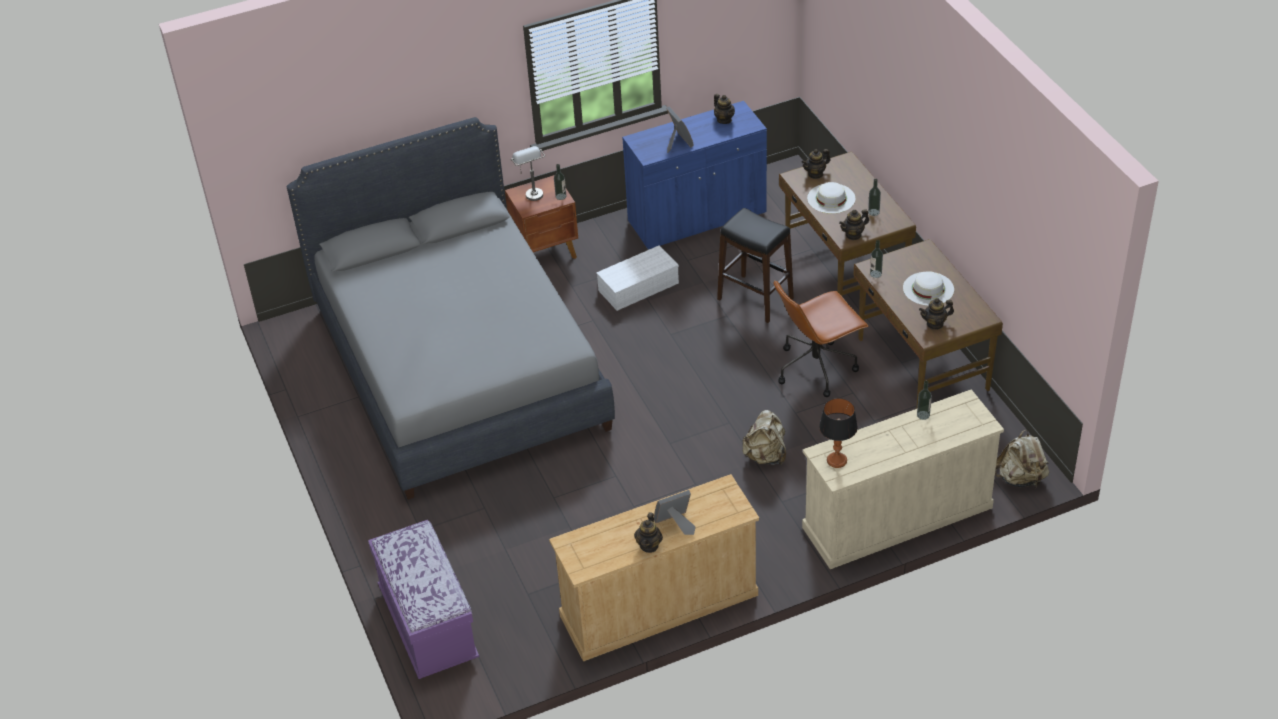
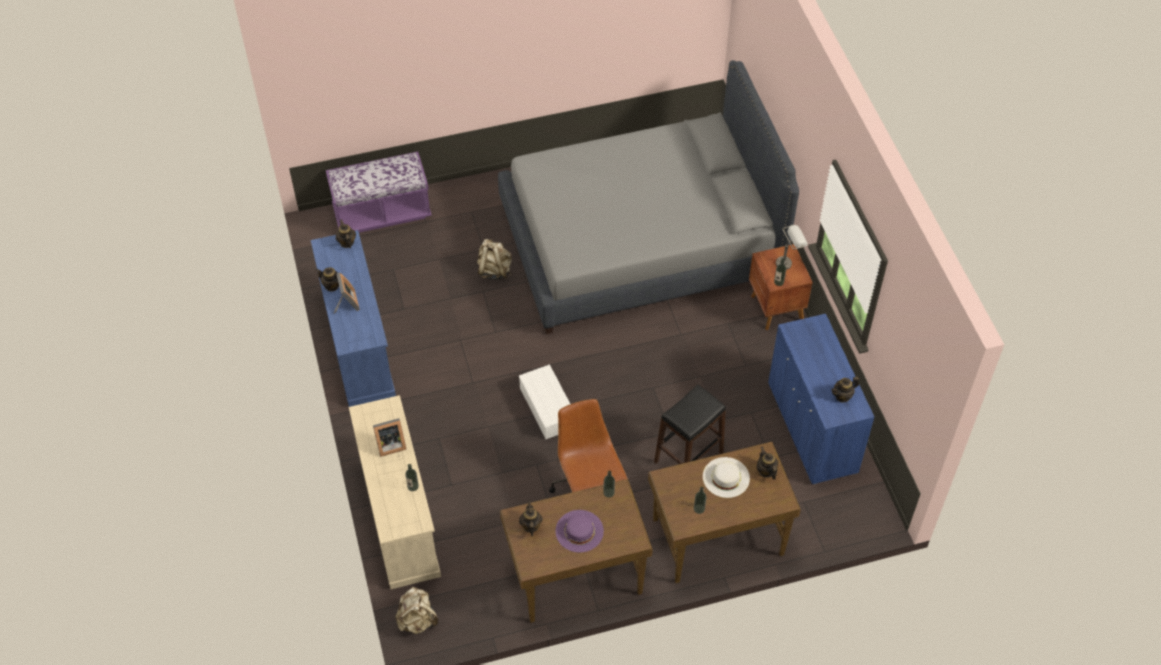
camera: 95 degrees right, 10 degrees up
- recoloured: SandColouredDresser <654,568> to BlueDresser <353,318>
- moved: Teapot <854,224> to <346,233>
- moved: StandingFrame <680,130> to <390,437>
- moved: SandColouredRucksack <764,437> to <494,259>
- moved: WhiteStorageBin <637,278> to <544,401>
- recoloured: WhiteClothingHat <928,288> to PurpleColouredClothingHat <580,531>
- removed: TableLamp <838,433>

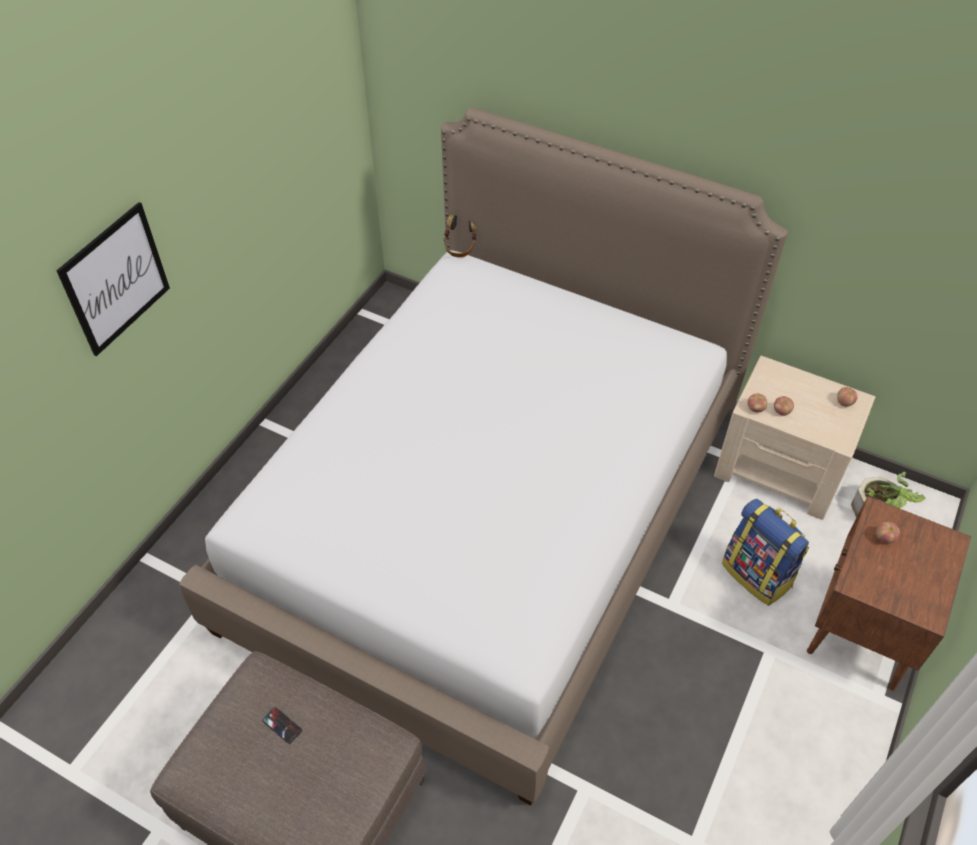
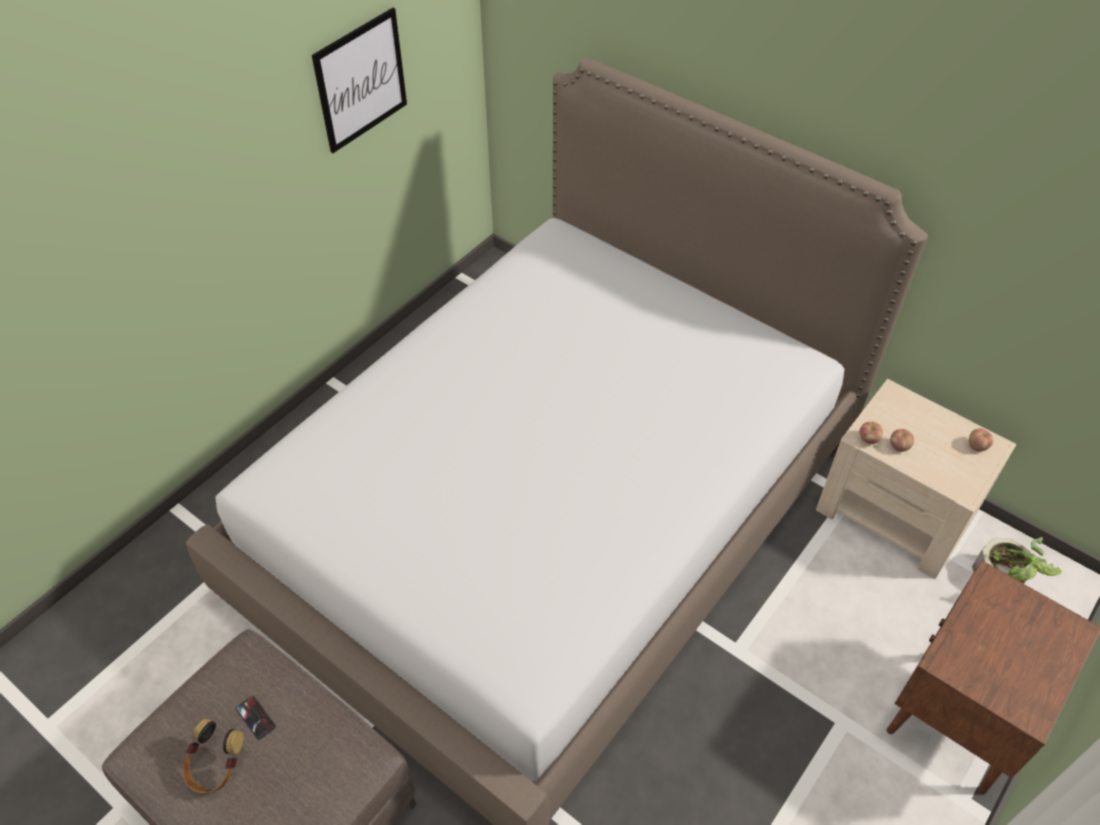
camera: 10 degrees right, 0 degrees up
- moved: PairOfHeadphones <460,236> to <213,755>
- moved: WallArt <113,279> to <359,80>
- removed: Rucksack <765,552>
- removed: WholeApple <888,532>

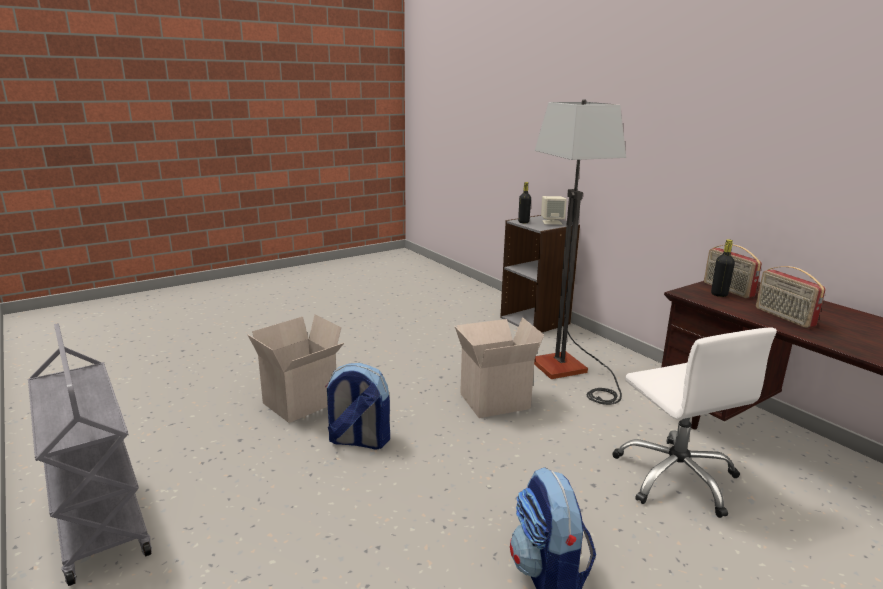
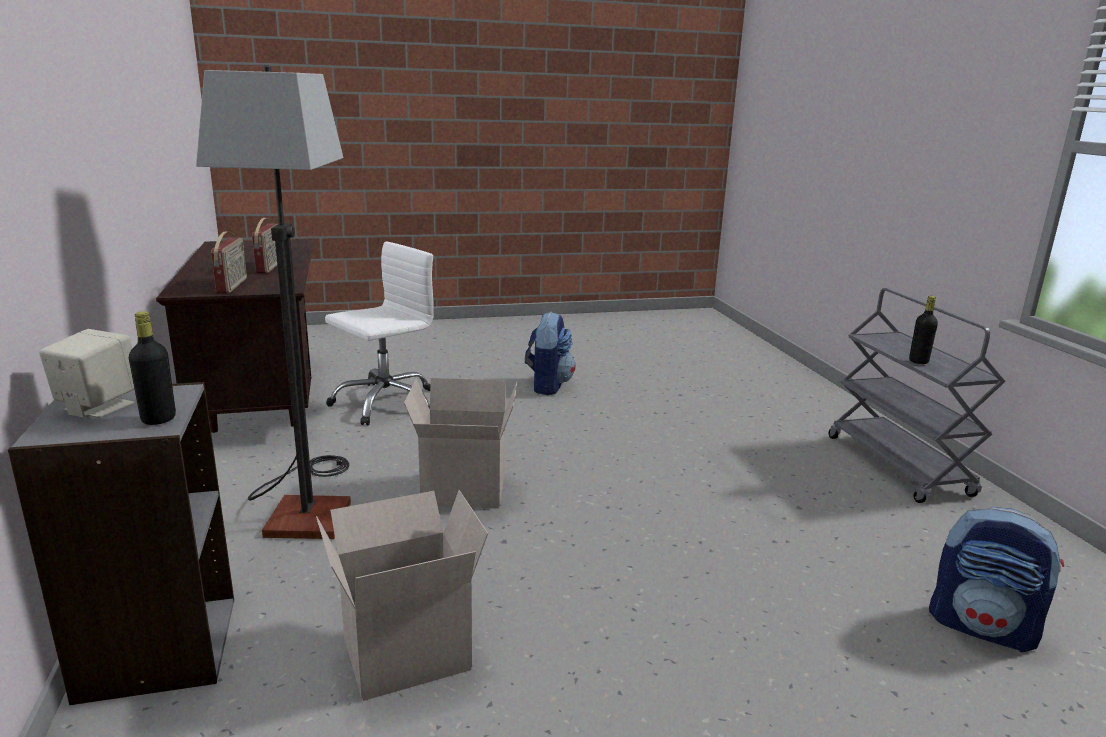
camera: 160 degrees left, 0 degrees up
- moved: CardboardBox <295,368> to <402,595>
- turned: WhiteOfficeChair <694,422> = <379,333> 45 degrees clockwise
- moved: BlackishBottle <723,268> to <923,330>
- moved: Rucksack <357,406> to <996,579>

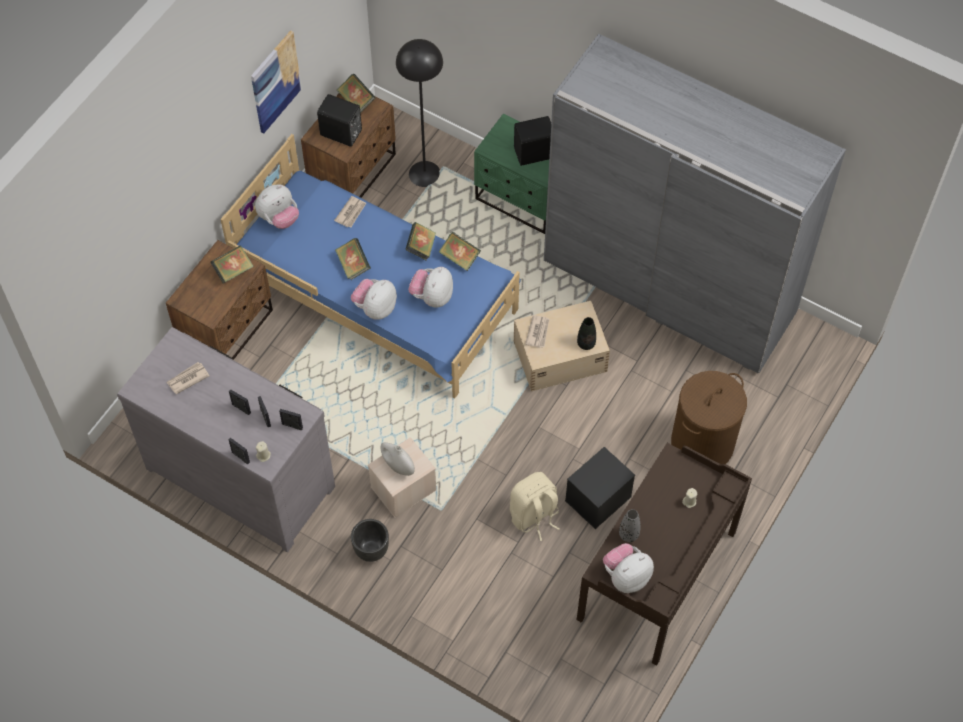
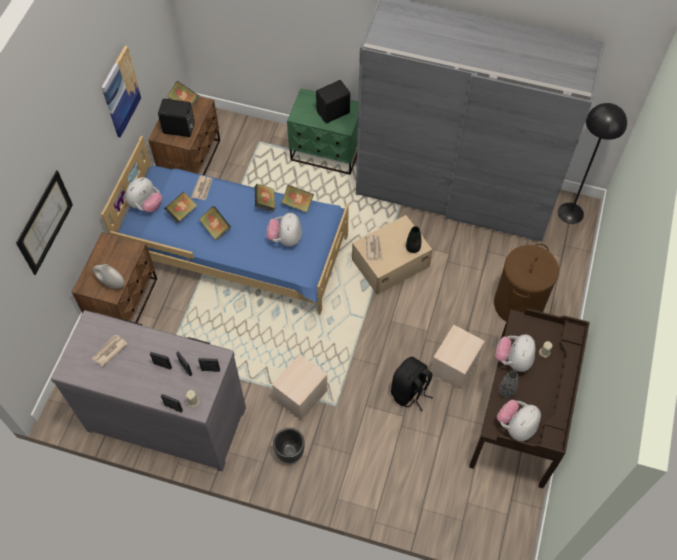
camera: 15 degrees left, 0 degrees up
- added: WallArt <44,222>
- moved: WhiteFlowerVase <397,459> to <109,276>
- moved: Book <232,264> to <180,207>
- recoloured: SandColouredRucksack <535,506> to BlackishRucksack <412,384>
- recoloured: BlackishStorageBin <600,488> to SandColouredStorageBin <458,357>
- moved: SoftToy <374,299> to <515,353>
- moved: BlackishStandingLamp <419,113> to <592,163>

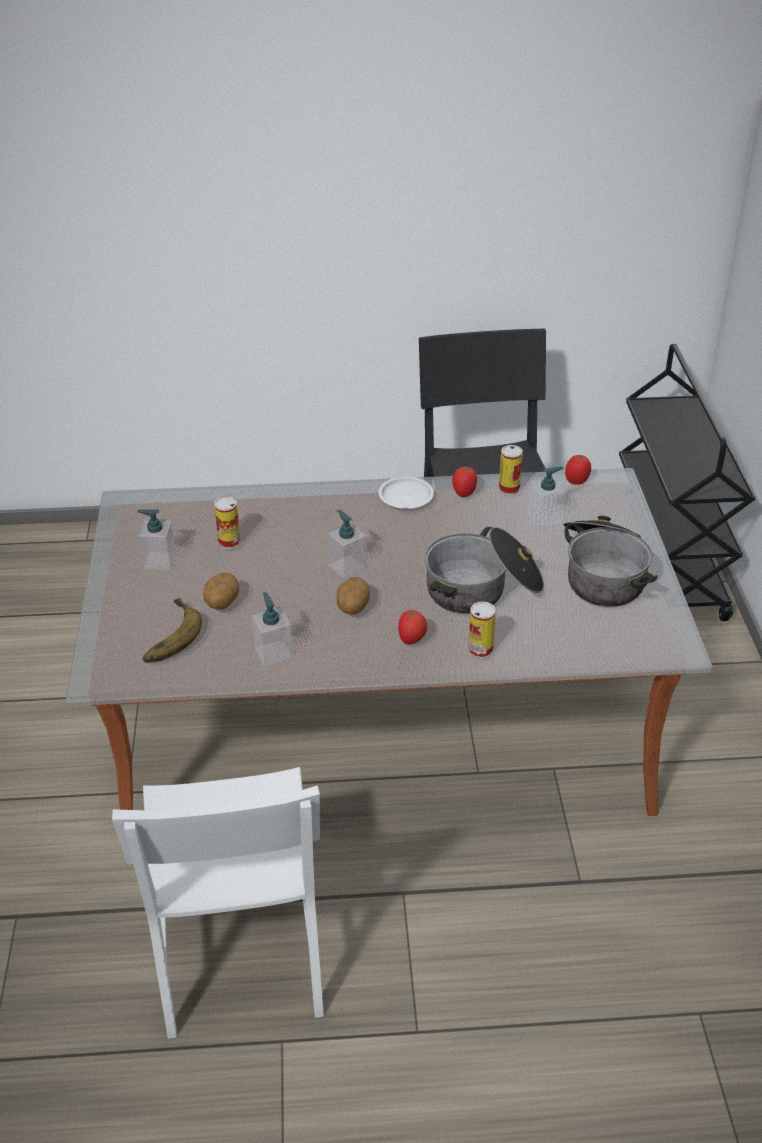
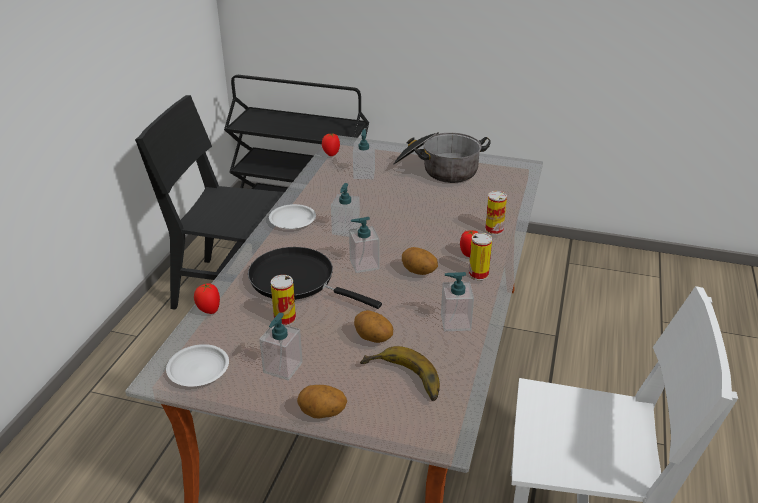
camera: 70 degrees left, 5 degrees down
- added: WhiteFlatDish <197,365>
- moved: FreshTomato <464,482> to <207,298>
- added: BlackishFryingPan <315,278>
- added: Spud <322,401>
- added: SoapDispenser <345,210>
- moved: SealedCan <511,470> to <480,256>
- removed: CookingPot <484,570>

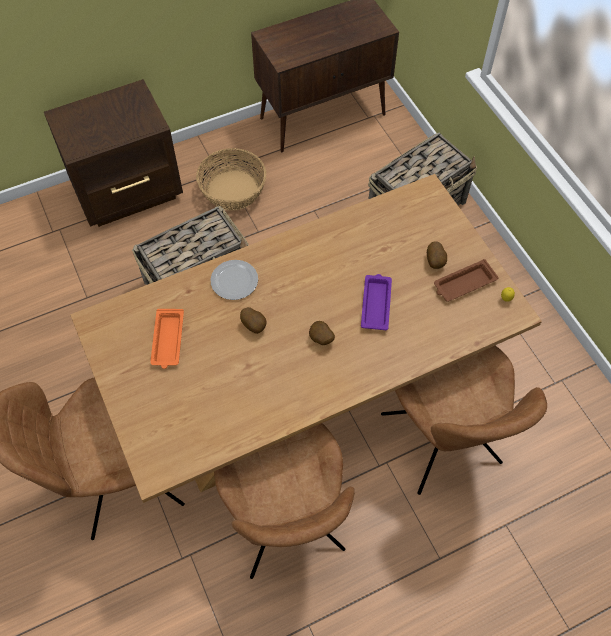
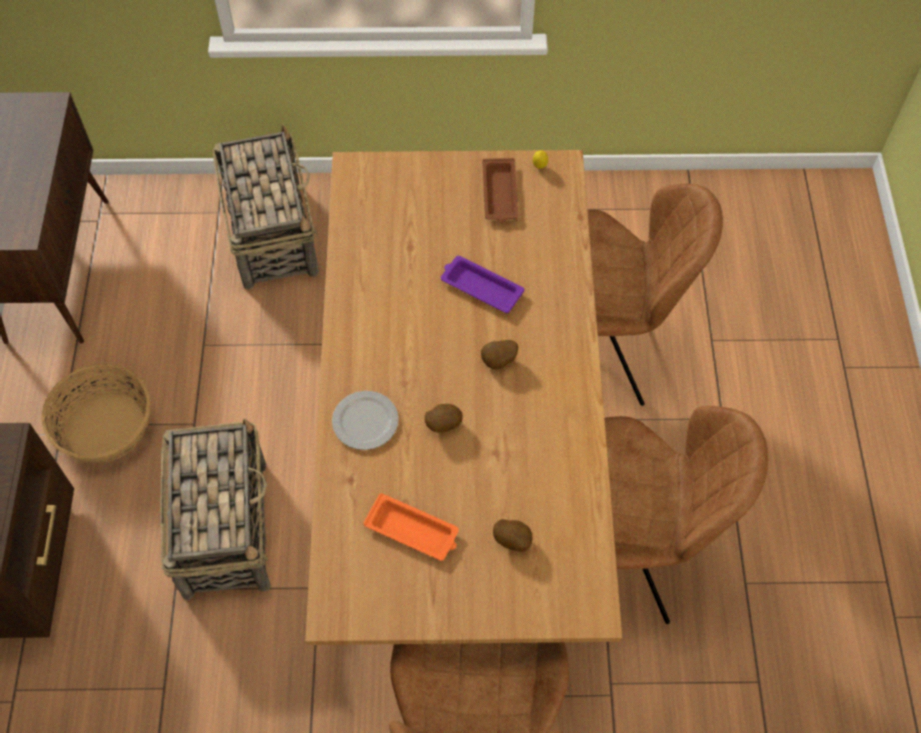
camera: 65 degrees left, 0 degrees up
- moved: Spud <437,255> to <513,535>

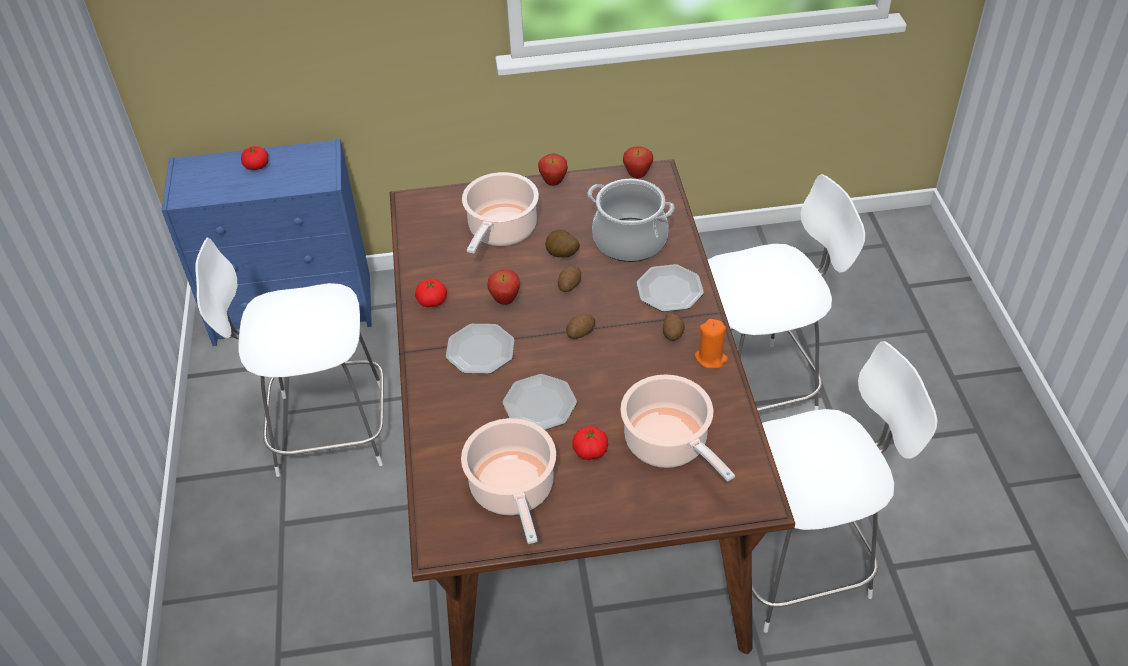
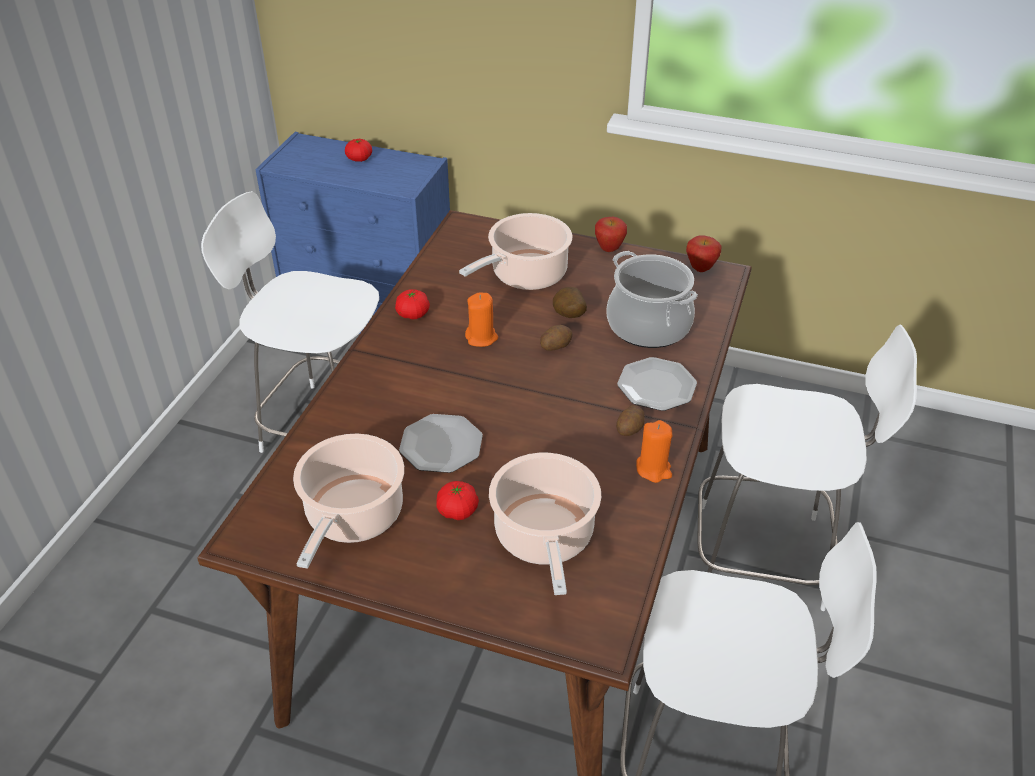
camera: 25 degrees right, 5 degrees down
- replaced: WholeApple <504,287> to OrangeyWaxCandle <481,319>
- removed: FlatDish <480,349>
- removed: Spud <580,326>

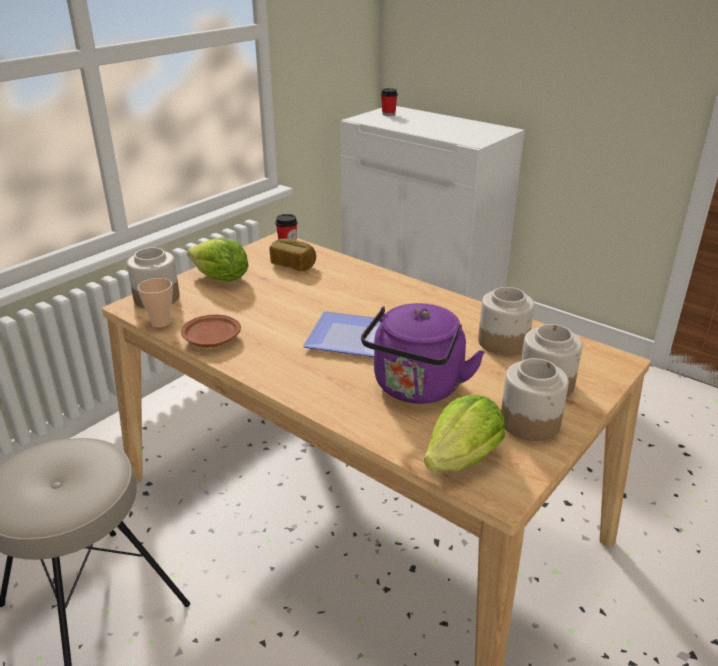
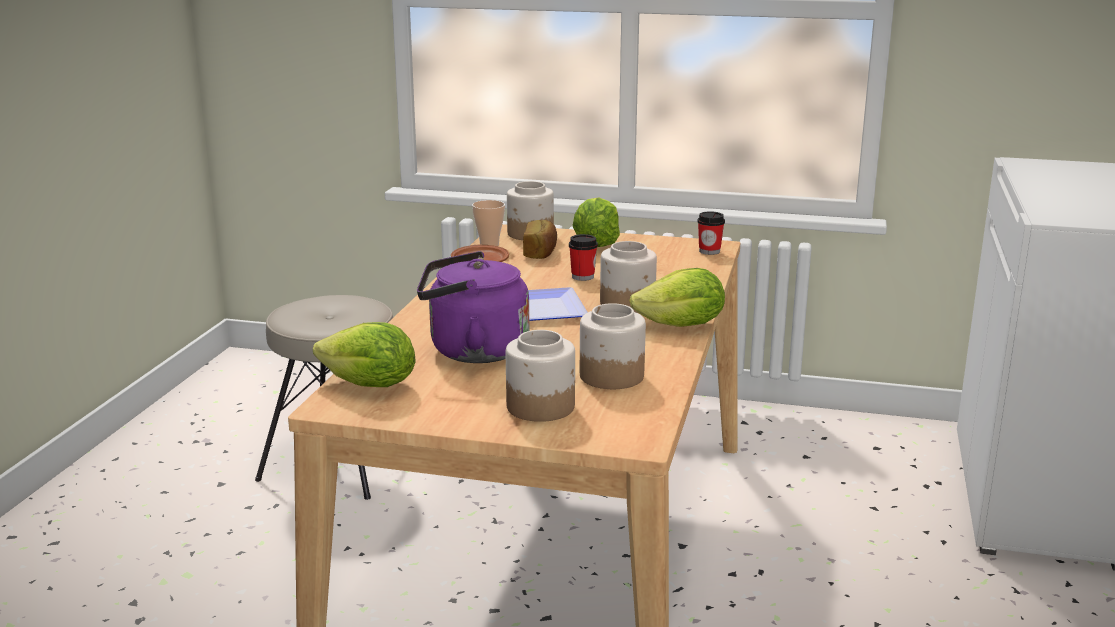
camera: 65 degrees right, 10 degrees down
- moved: BakeryBread <292,254> to <540,239>
- moved: SmallCup <389,102> to <583,257>
- moved: PreserveJar <535,399> to <628,277>
- added: Lettuce <677,297>

